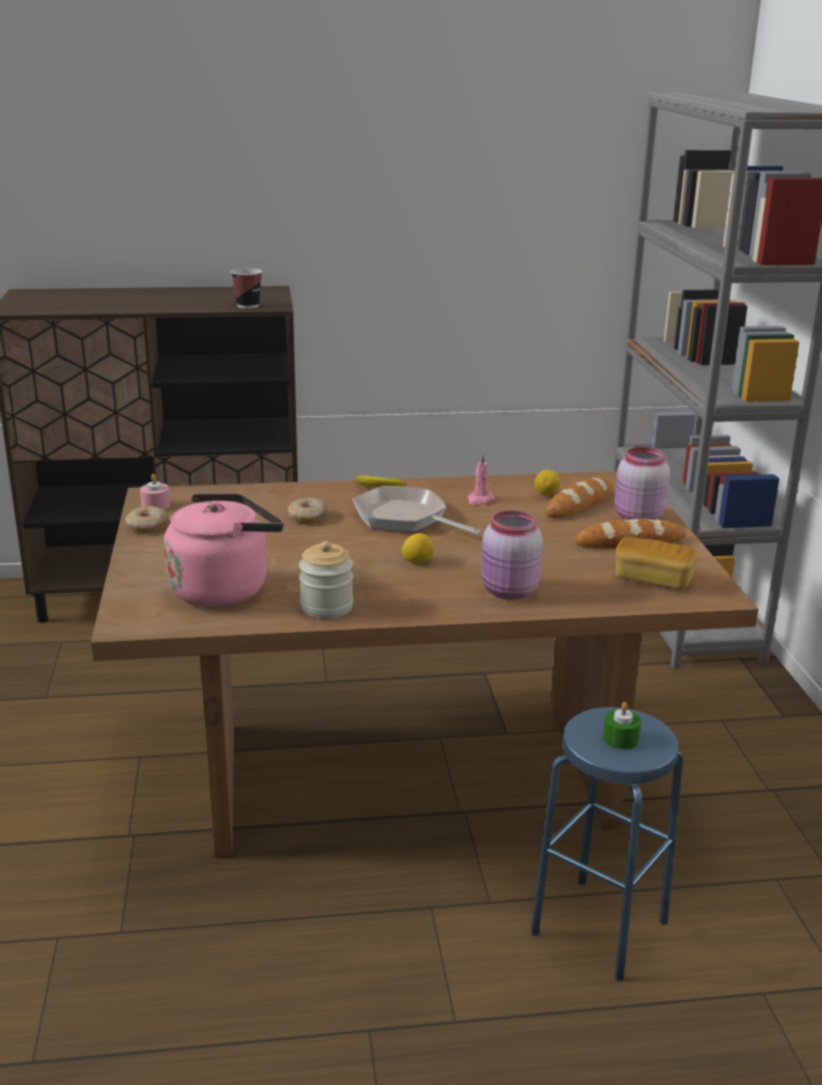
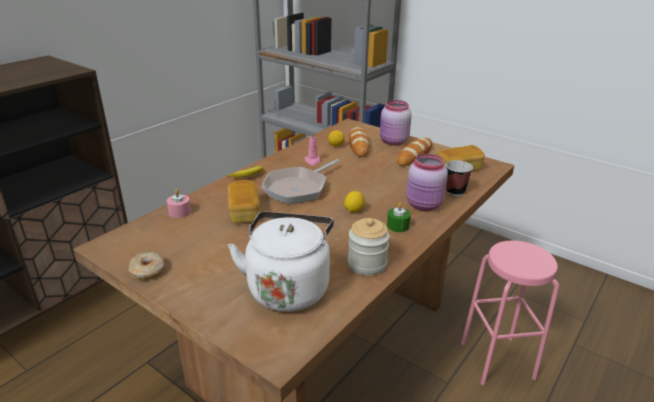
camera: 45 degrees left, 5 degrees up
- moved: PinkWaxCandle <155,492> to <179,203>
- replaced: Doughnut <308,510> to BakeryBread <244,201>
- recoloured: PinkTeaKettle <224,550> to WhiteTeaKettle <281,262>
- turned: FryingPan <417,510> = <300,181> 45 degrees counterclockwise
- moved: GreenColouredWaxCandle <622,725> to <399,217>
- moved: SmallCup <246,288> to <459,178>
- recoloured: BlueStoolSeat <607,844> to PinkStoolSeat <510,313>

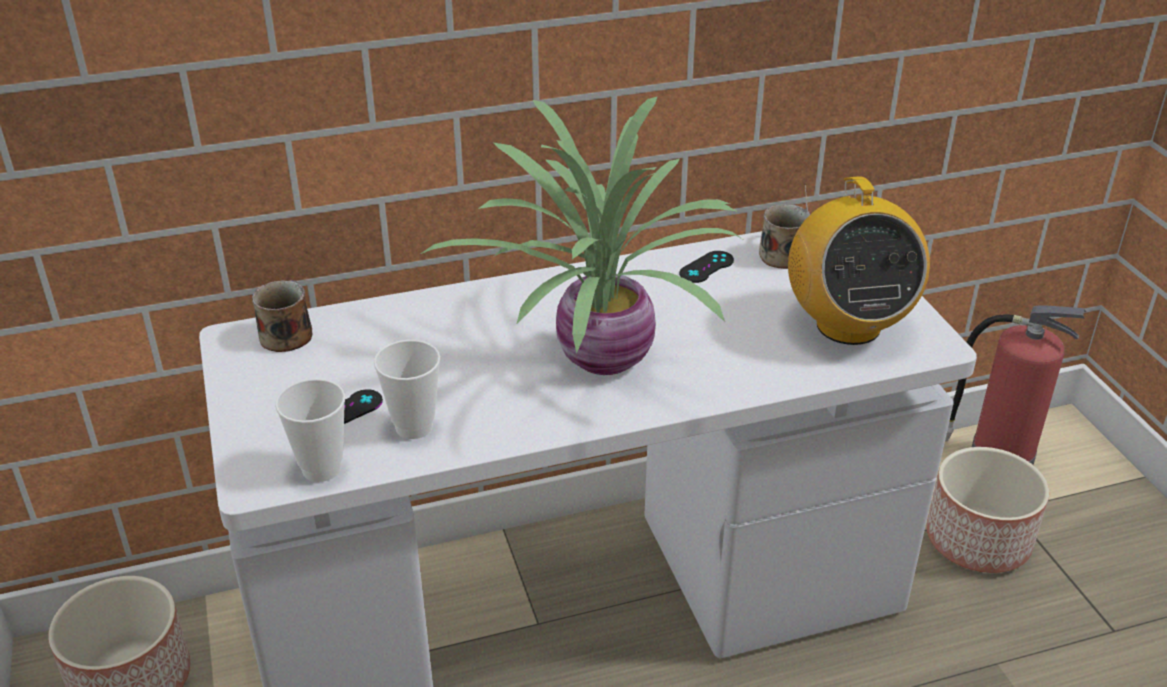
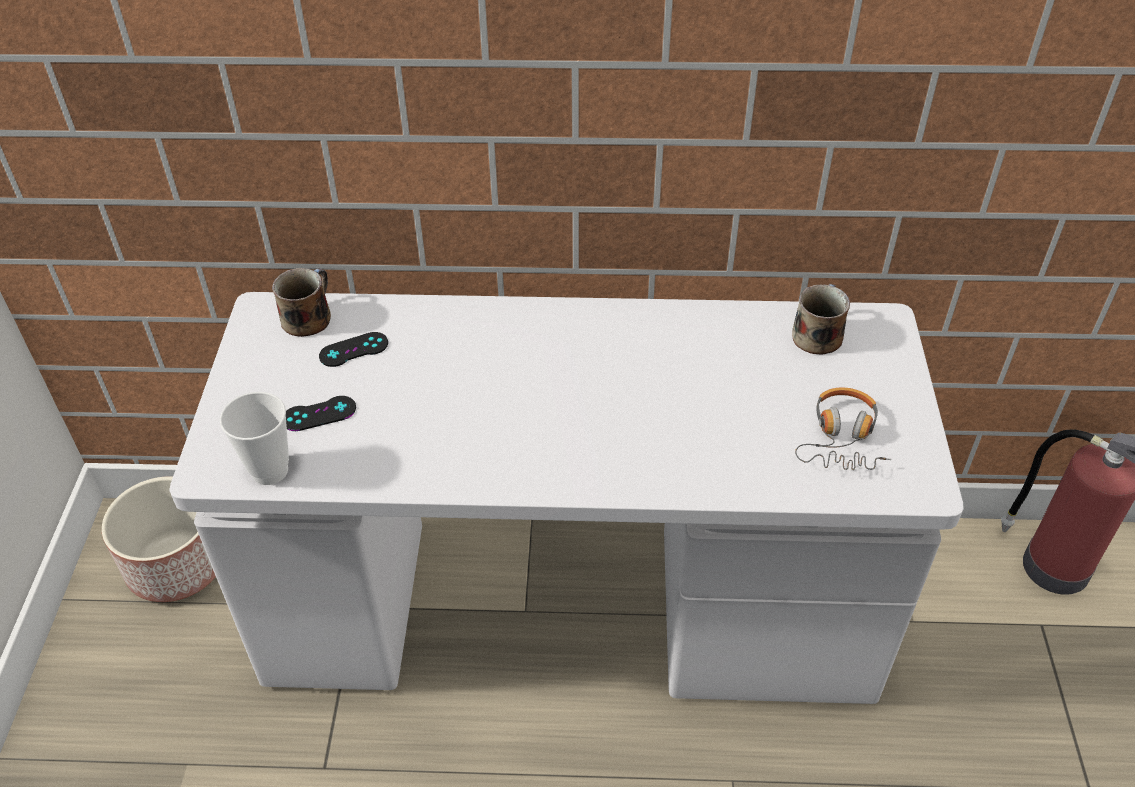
camera: 20 degrees right, 10 degrees up
- moved: BlackishGameController <706,267> to <353,349>
- replaced: Radio <859,260> to PairOfHeadphones <843,429>
- removed: SmallCup <407,389>
- removed: PlantInAPot <581,236>
- removed: PlantPot <988,510>

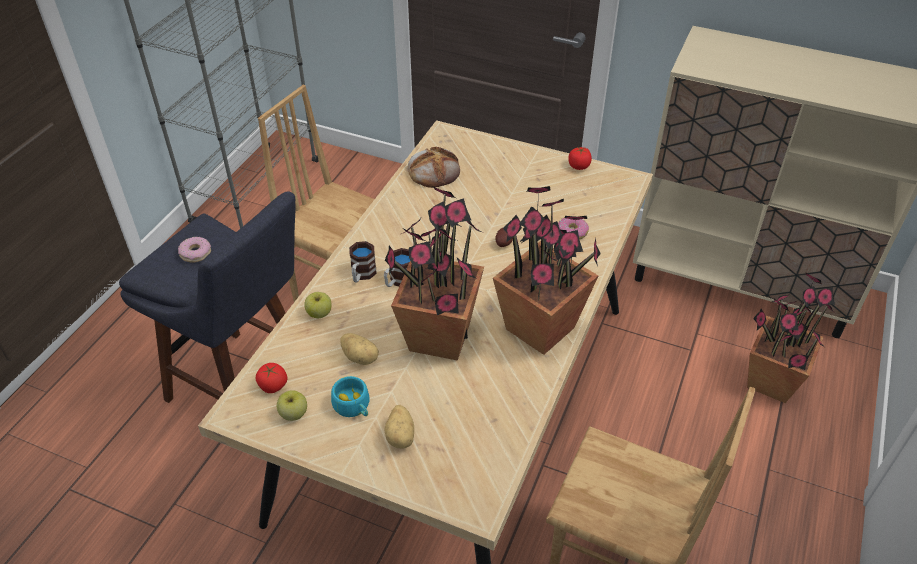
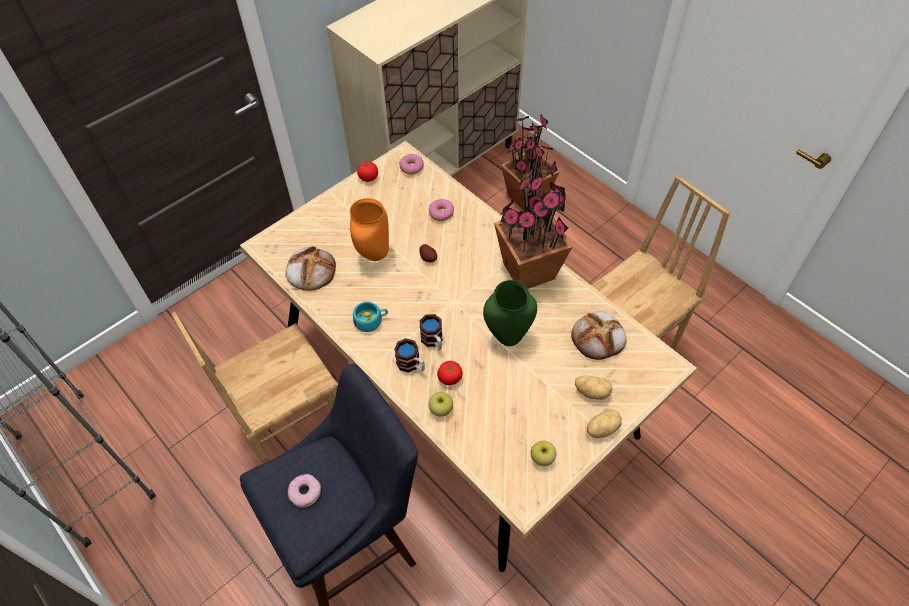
camera: 65 degrees left, 10 degrees up
- added: OrangeyFlowerVase <369,229>
- moved: TurquoiseColouredSmallCup <350,396> to <370,316>
- added: Doughnut <411,164>
- moved: FreshTomato <271,378> to <450,373>
- replaced: PlantInAPot <434,273> to GreenColouredFlowerVase <510,313>
- added: BakeryBread <599,336>
- moved: Spud <359,349> to <604,424>

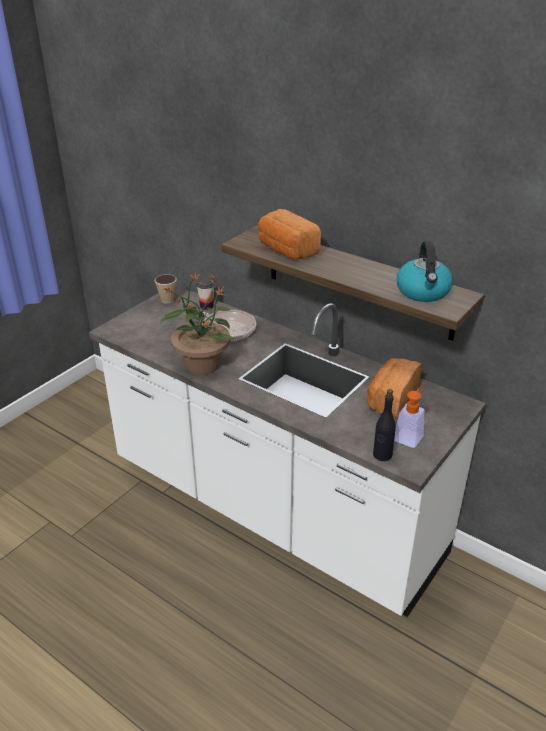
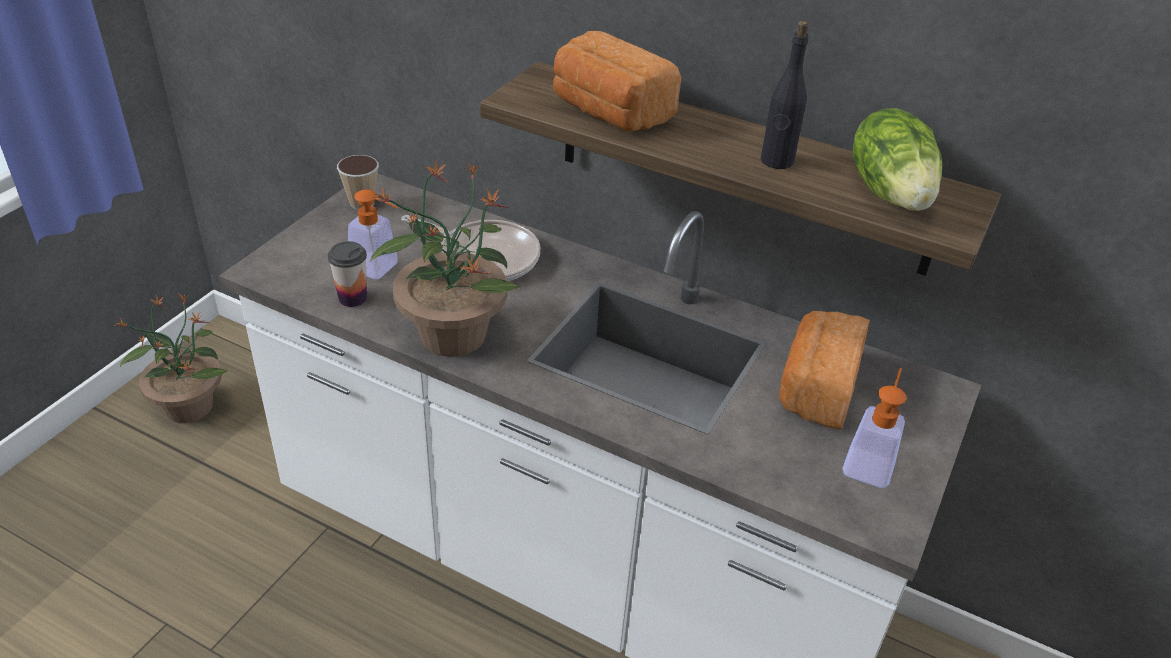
camera: 10 degrees left, 5 degrees up
- added: PlantInAPot <171,358>
- moved: SmallCup <205,294> to <347,274>
- added: SoapDispenser <373,234>
- moved: BlackishBottle <384,425> to <785,95>
- replaced: TeaKettle <425,271> to Lettuce <897,159>

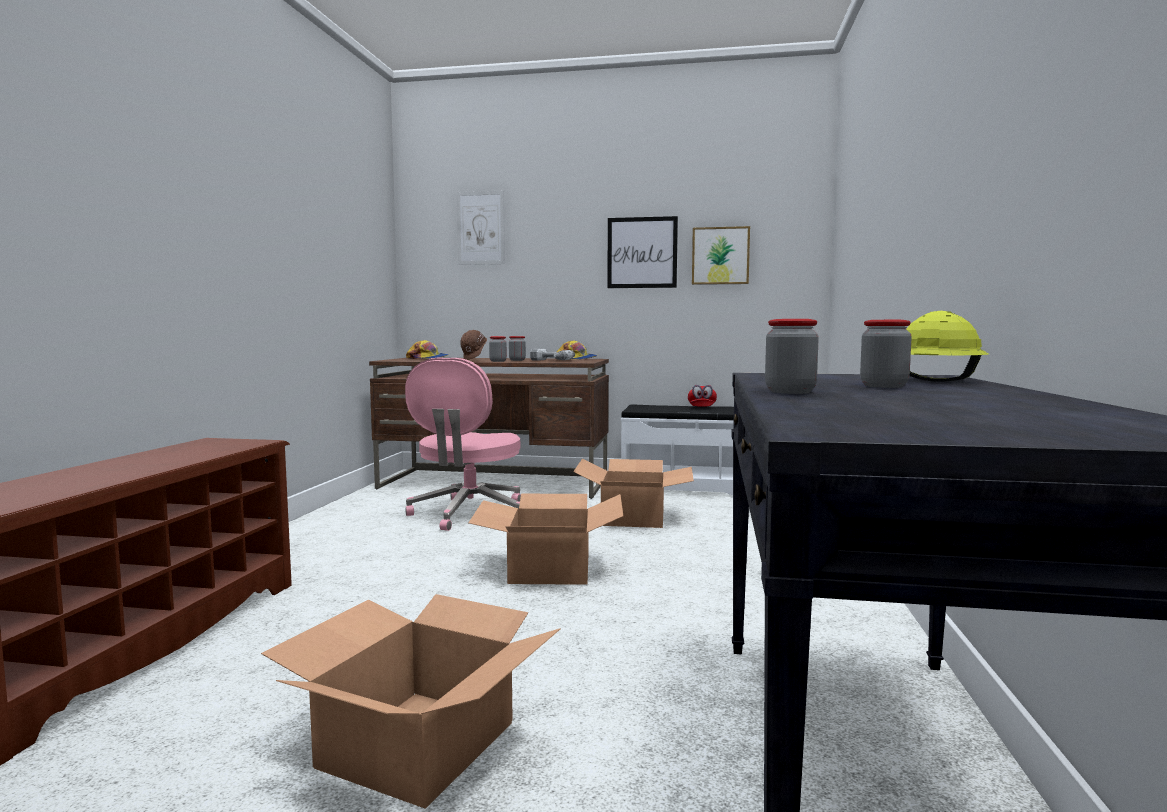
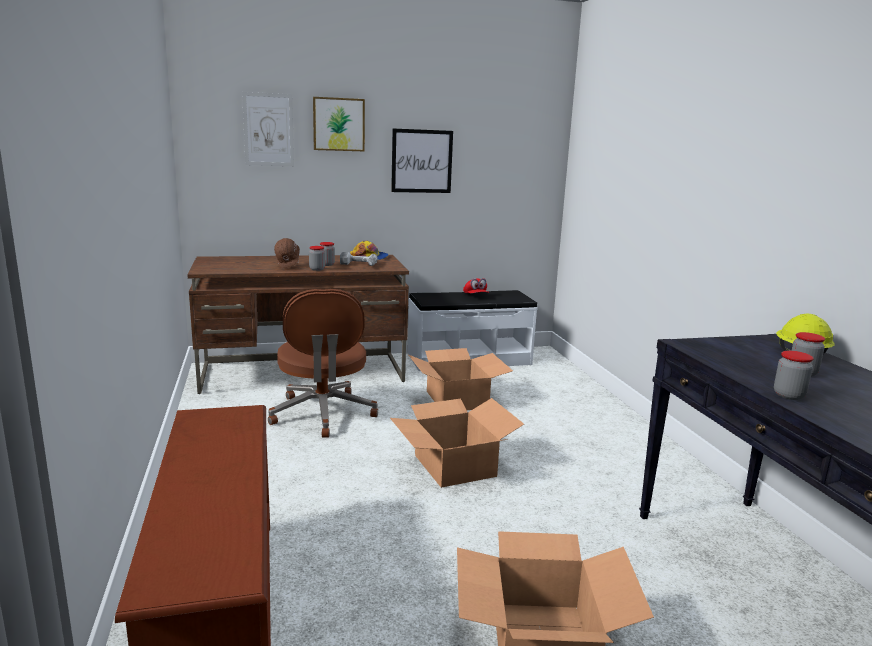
camera: 25 degrees left, 10 degrees up
- recoloured: PinkOfficeChair <463,444> to BrownColouredOfficeChair <323,363>
- moved: WallArt <721,255> to <339,124>
- removed: PeakedCap <427,349>

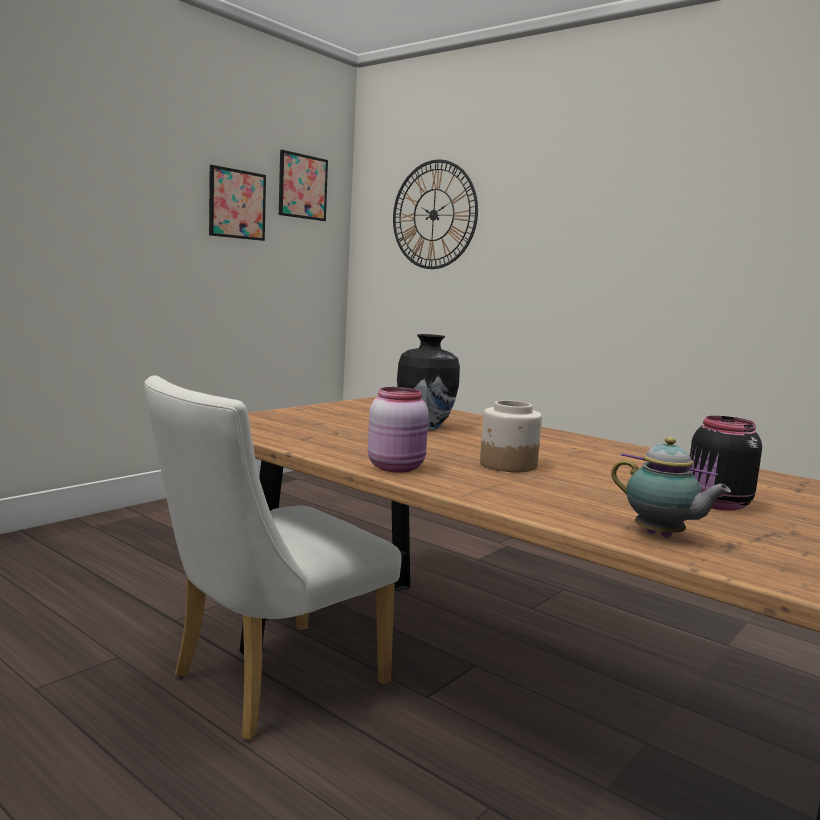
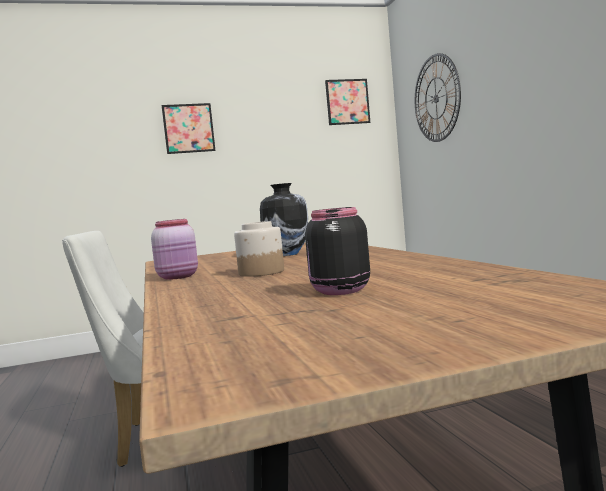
camera: 35 degrees right, 5 degrees down
- moved: WallArt <237,203> to <189,128>
- removed: Teapot <671,487>

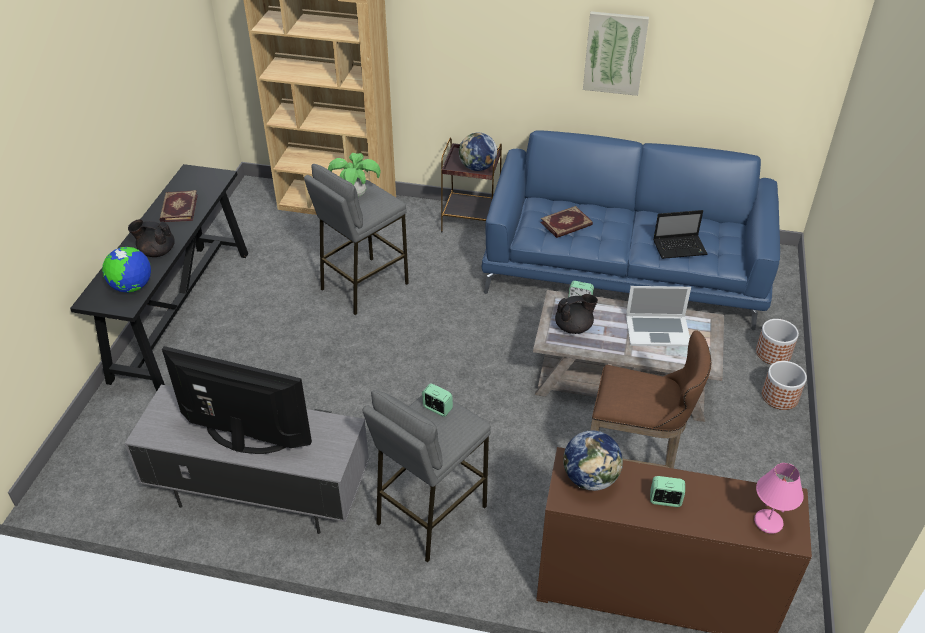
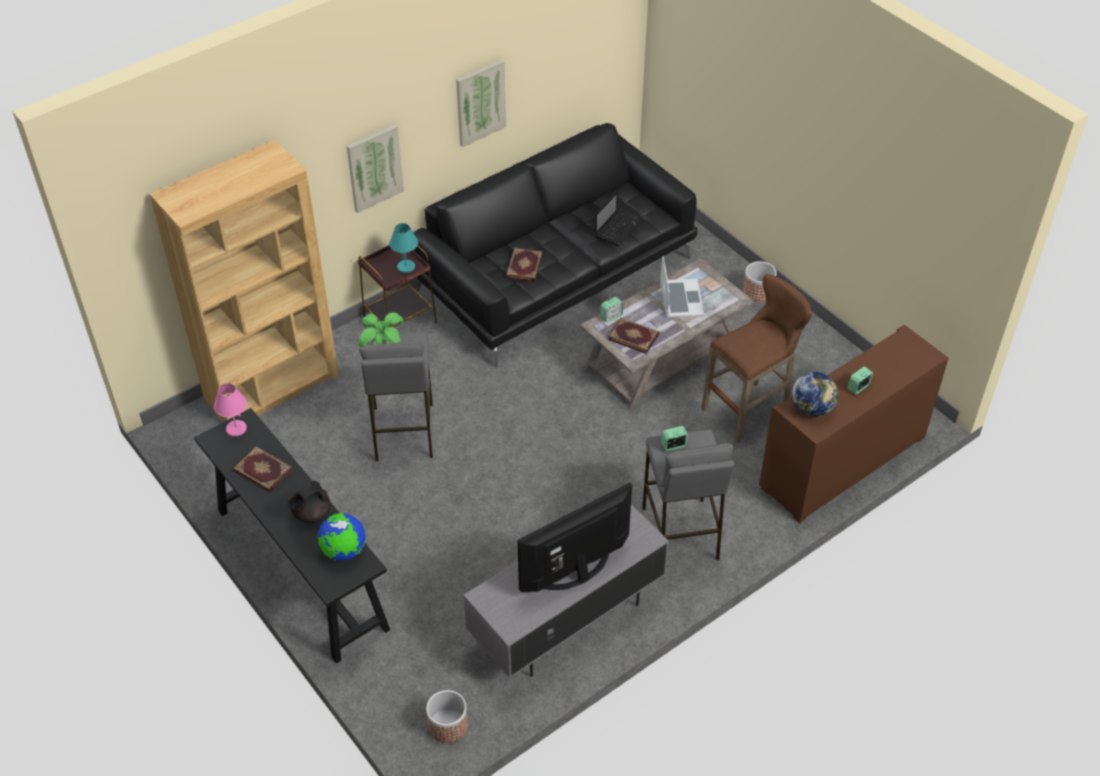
camera: 50 degrees left, 5 degrees up
- moved: PinkTableLamp <779,498> to <230,410>
- added: WallArt <375,168>
- replaced: DeskGlobe <478,152> to TurquoiseColouredTableLamp <403,248>
- recoloured: BlueSofa <631,230> to BlackishSofa <556,245>
- moved: PlantPot <777,342> to <447,716>
- replaced: BlackishTeapot <576,314> to Book <633,336>
- turned: PortableComputer <658,316> = <682,287> 45 degrees counterclockwise

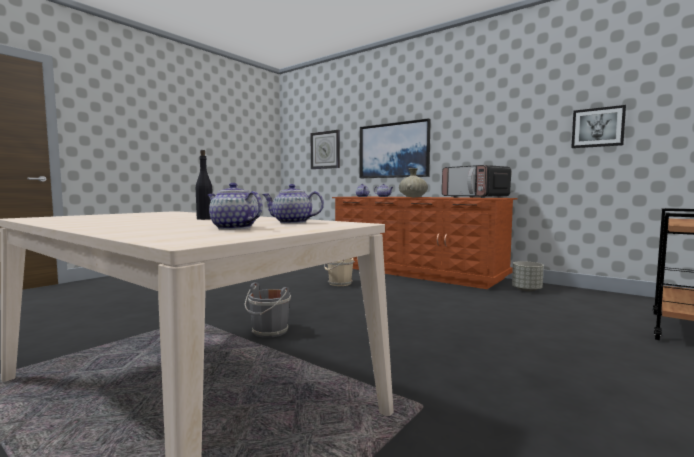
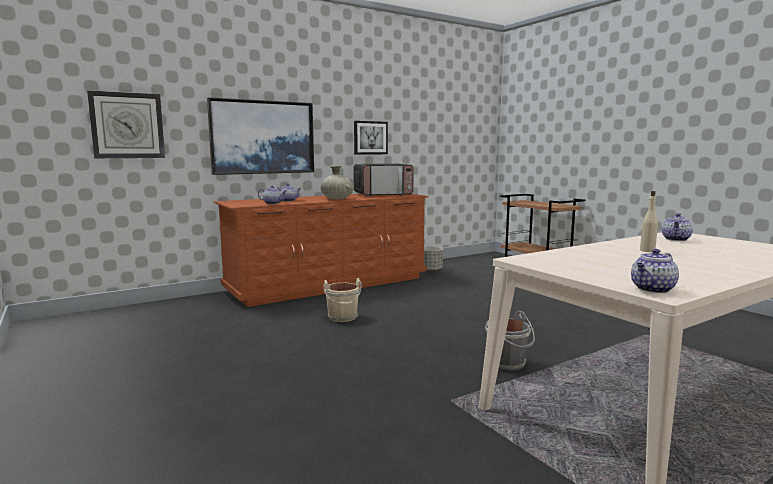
camera: 70 degrees left, 5 degrees up
- moved: WallArt <598,126> to <371,138>
- moved: Teapot <235,206> to <655,271>
- recoloured: BlackishBottle <204,185> to SandColouredBottle <649,221>

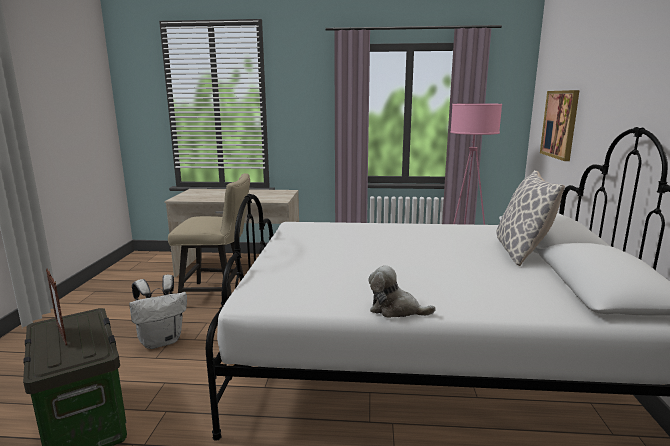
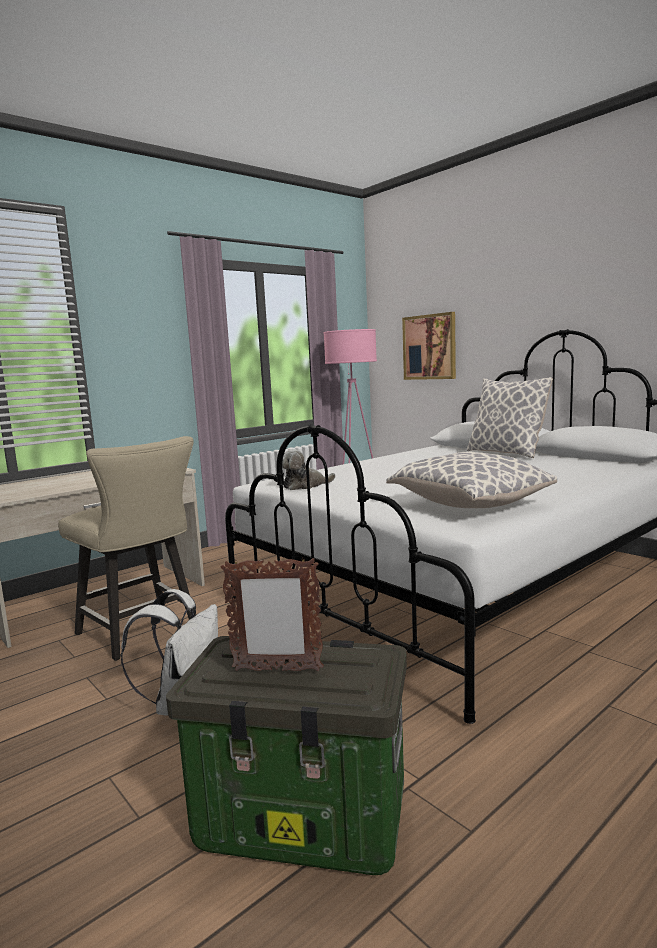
camera: 45 degrees left, 5 degrees down
- turned: SandColouredPlainChair <209,236> = <126,548> 90 degrees clockwise
- moved: SoftToy <402,291> to <309,469>
- added: ThrowPillow <471,480>

